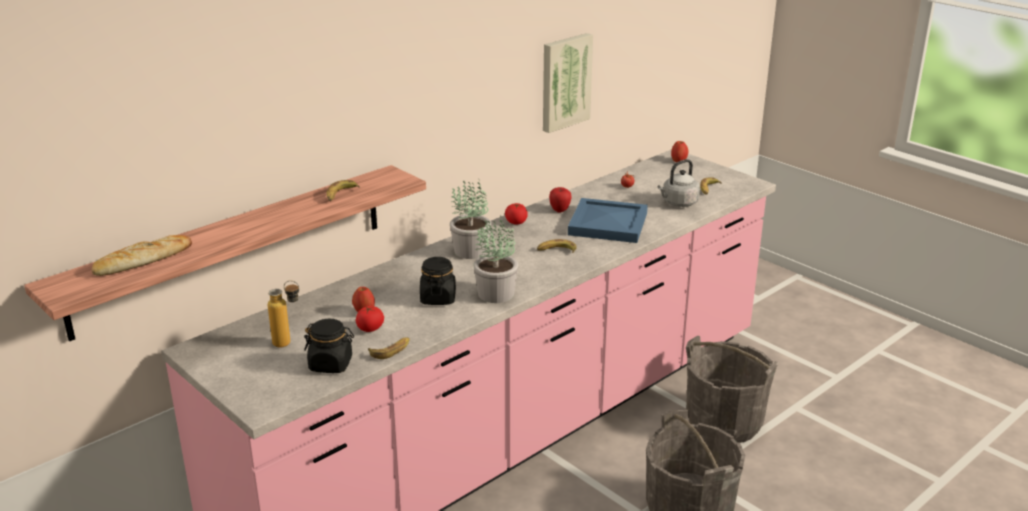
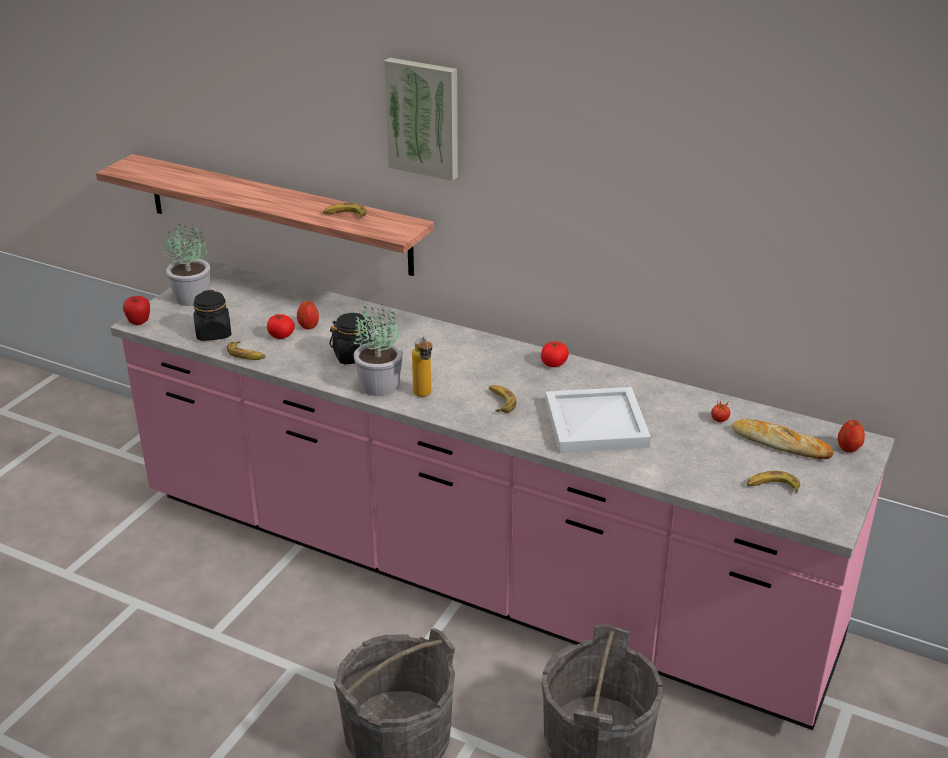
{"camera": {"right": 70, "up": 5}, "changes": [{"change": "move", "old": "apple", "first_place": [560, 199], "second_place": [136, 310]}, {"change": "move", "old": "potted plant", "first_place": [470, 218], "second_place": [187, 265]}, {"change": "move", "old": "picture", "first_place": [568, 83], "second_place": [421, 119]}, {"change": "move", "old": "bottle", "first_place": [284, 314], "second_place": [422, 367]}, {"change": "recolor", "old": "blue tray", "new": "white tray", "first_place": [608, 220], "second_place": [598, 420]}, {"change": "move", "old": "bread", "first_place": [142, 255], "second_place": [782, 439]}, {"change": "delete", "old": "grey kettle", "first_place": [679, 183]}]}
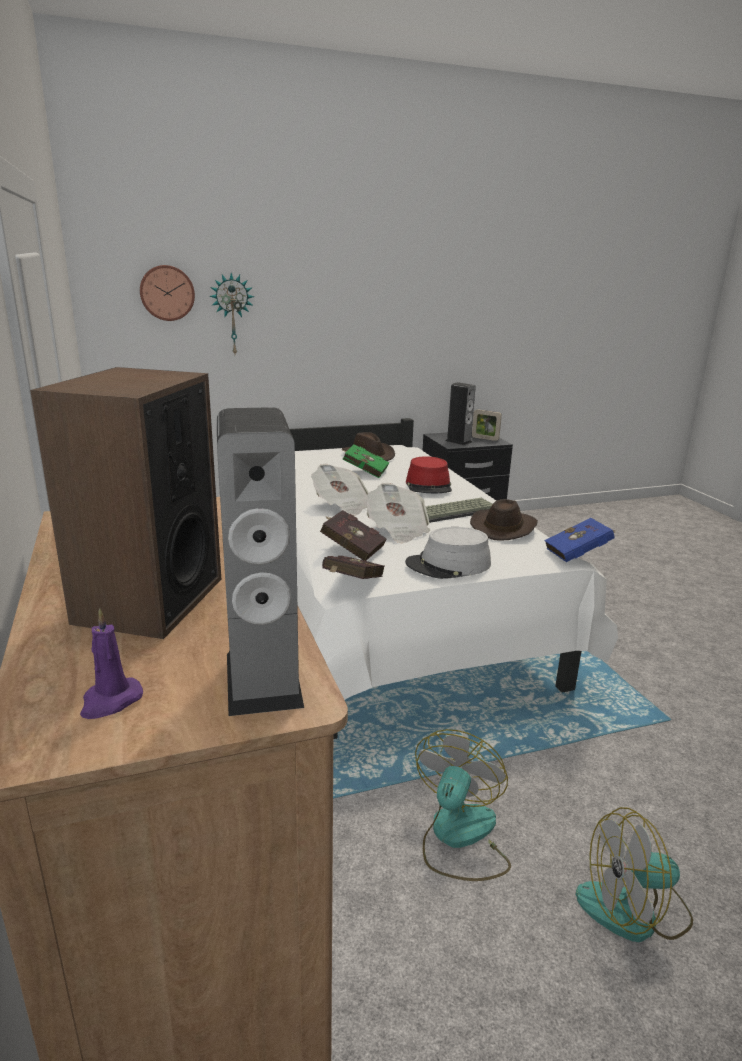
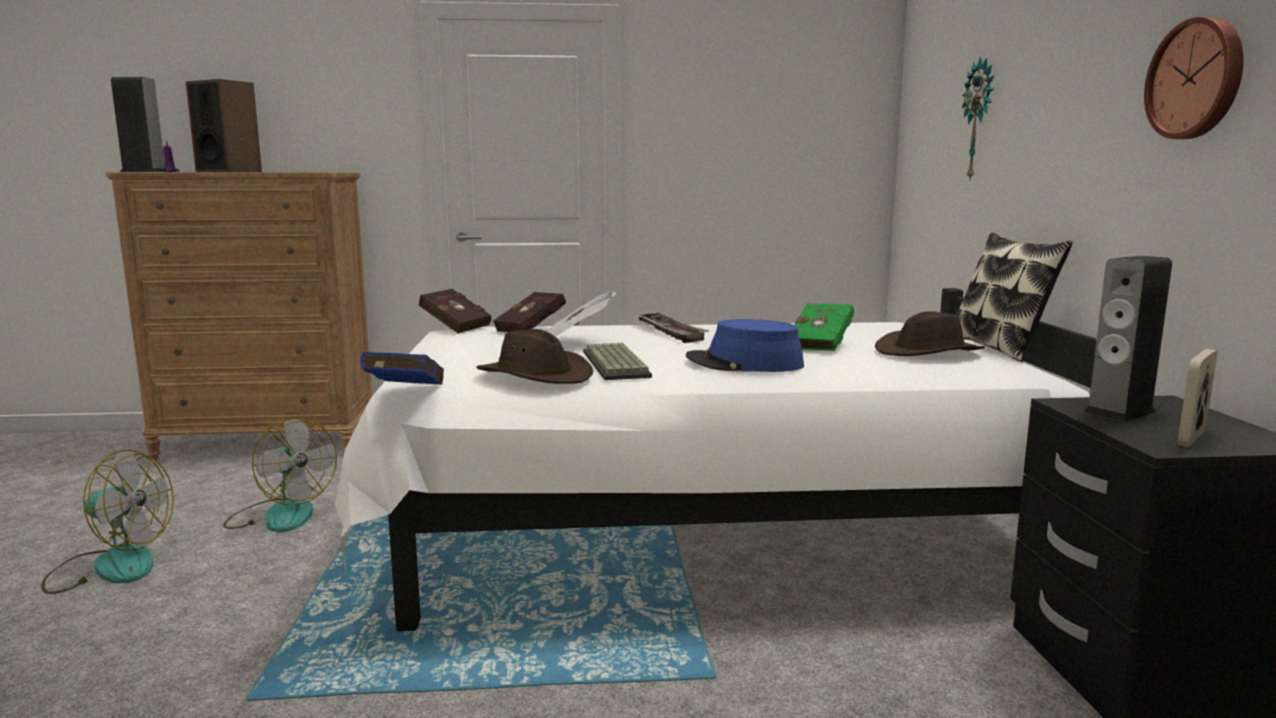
{"camera": {"right": 105, "up": -10}, "changes": [{"change": "rotate", "old": "fan", "first_place": [634, 874], "second_place": [107, 522], "degrees": 90}, {"change": "replace", "old": "newspaper", "new": "tray", "first_place": [340, 490], "second_place": [672, 327]}, {"change": "recolor", "old": "red hat", "new": "blue hat", "first_place": [429, 474], "second_place": [745, 345]}, {"change": "insert", "new": "pillow", "second_place": [1014, 297]}, {"change": "move", "old": "wall clock", "first_place": [167, 293], "second_place": [1194, 78]}, {"change": "delete", "old": "grey hat", "first_place": [448, 553]}]}
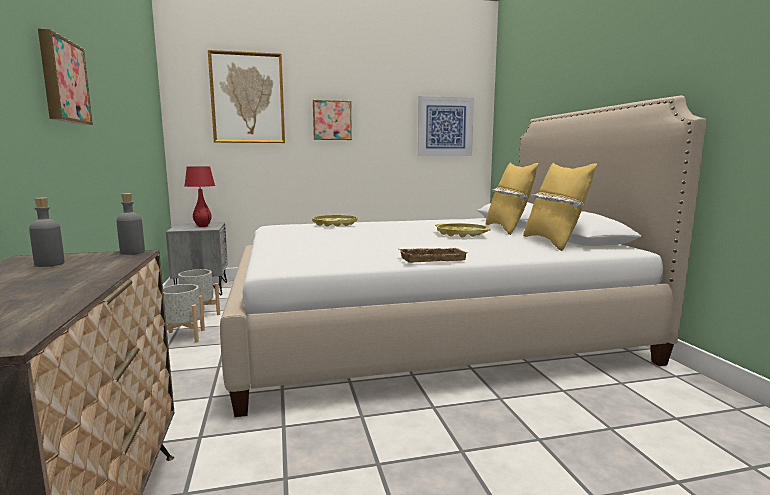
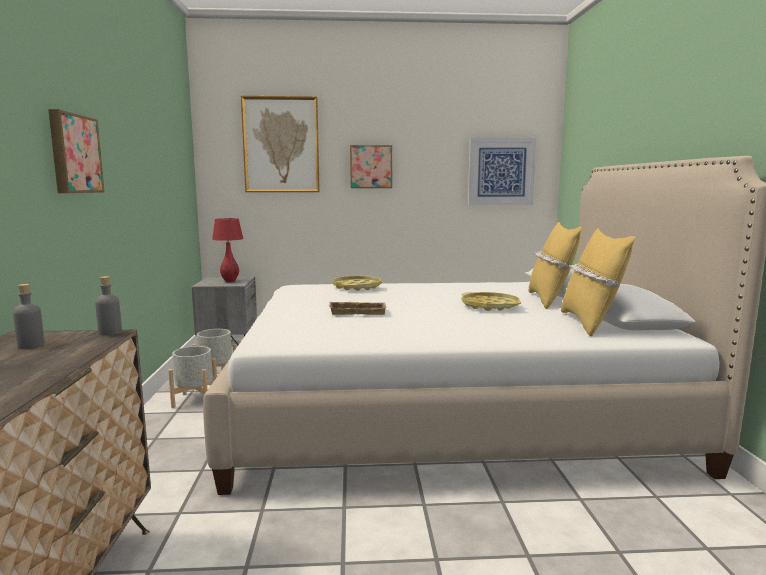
{"camera": {"right": 10, "up": 0}, "changes": [{"change": "move", "old": "beige tray", "first_place": [433, 255], "second_place": [358, 308]}]}
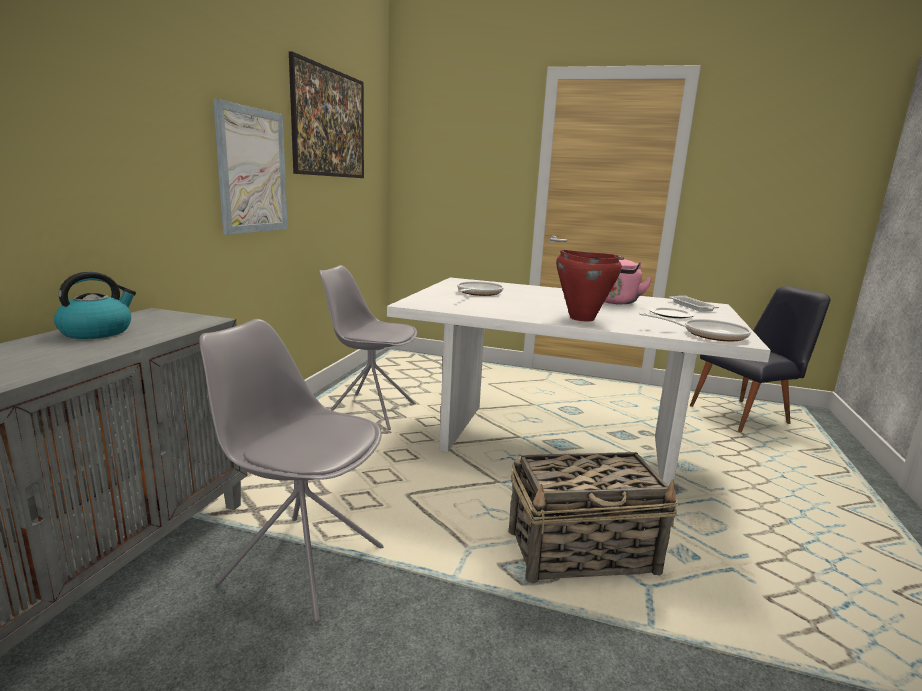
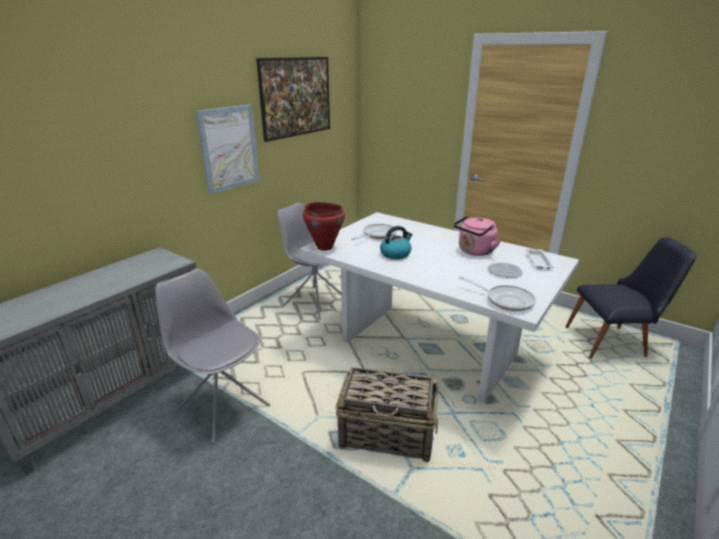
{"camera": {"right": 20, "up": 10}, "changes": [{"change": "move", "old": "red cooking pot", "first_place": [589, 285], "second_place": [324, 226]}, {"change": "move", "old": "kettle", "first_place": [95, 305], "second_place": [396, 243]}]}
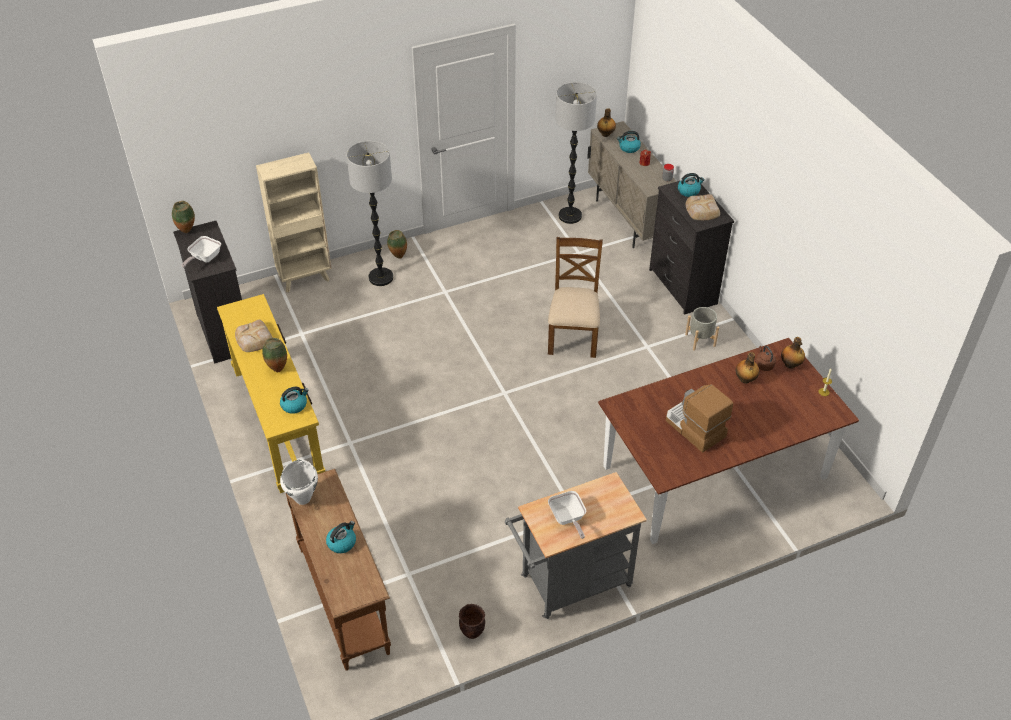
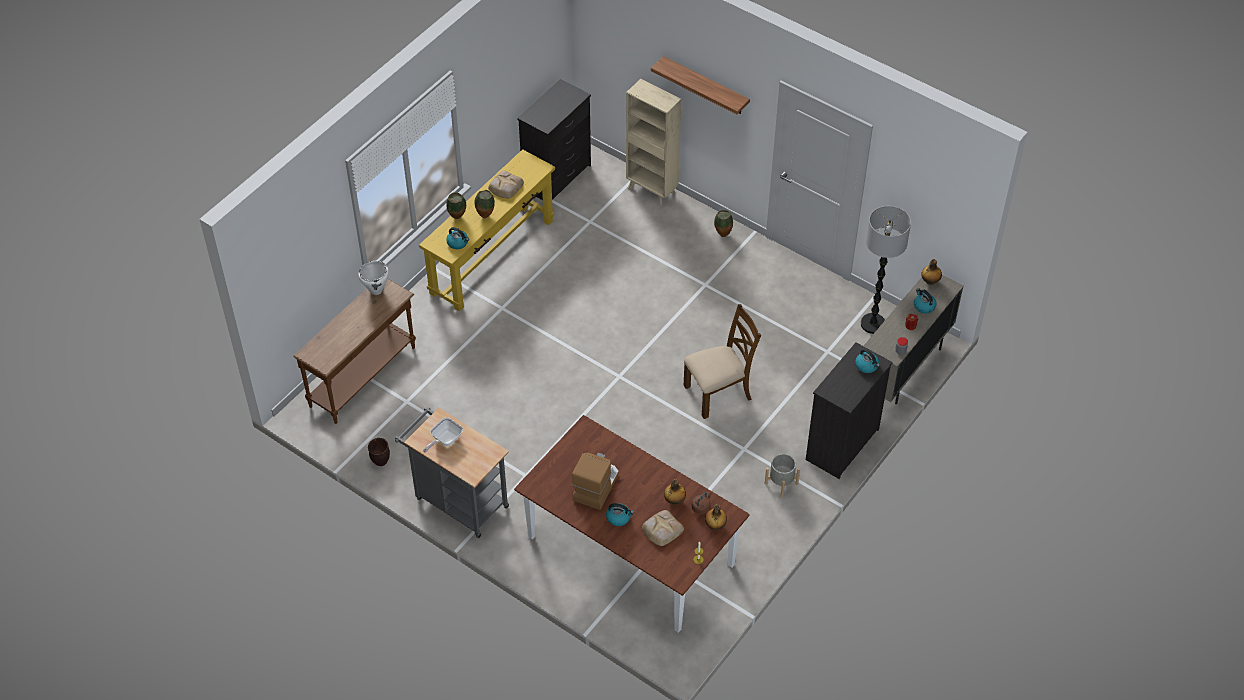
{"camera": {"right": 60, "up": 5}, "changes": [{"change": "move", "old": "vase", "first_place": [183, 217], "second_place": [456, 205]}, {"change": "move", "old": "kettle", "first_place": [341, 537], "second_place": [620, 514]}, {"change": "move", "old": "bread", "first_place": [703, 207], "second_place": [663, 528]}, {"change": "insert", "new": "shelf", "second_place": [700, 85]}, {"change": "delete", "old": "frying pan", "first_place": [201, 251]}, {"change": "delete", "old": "floor lamp", "first_place": [369, 213]}]}
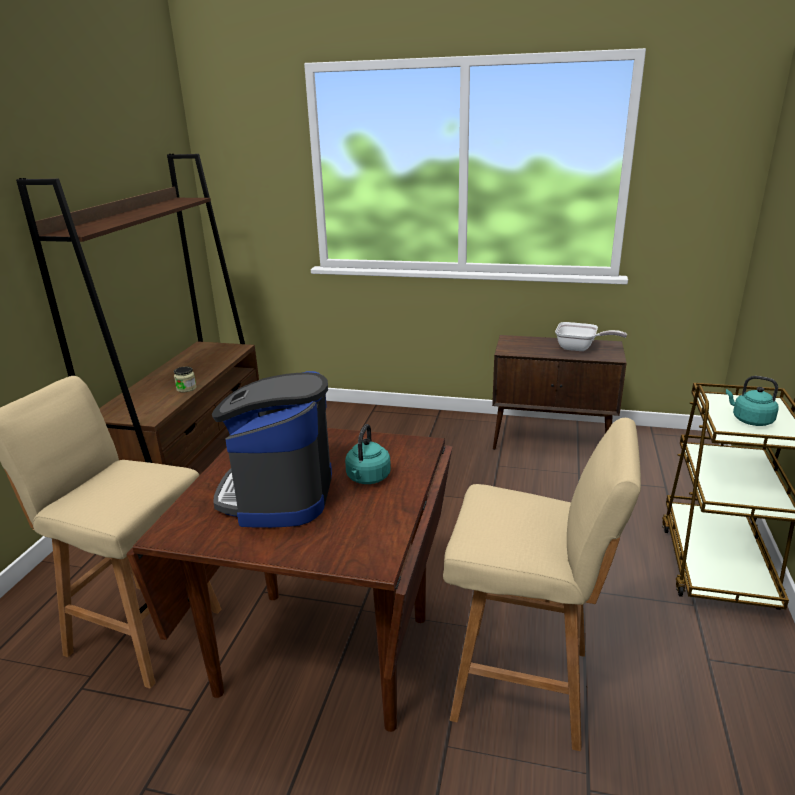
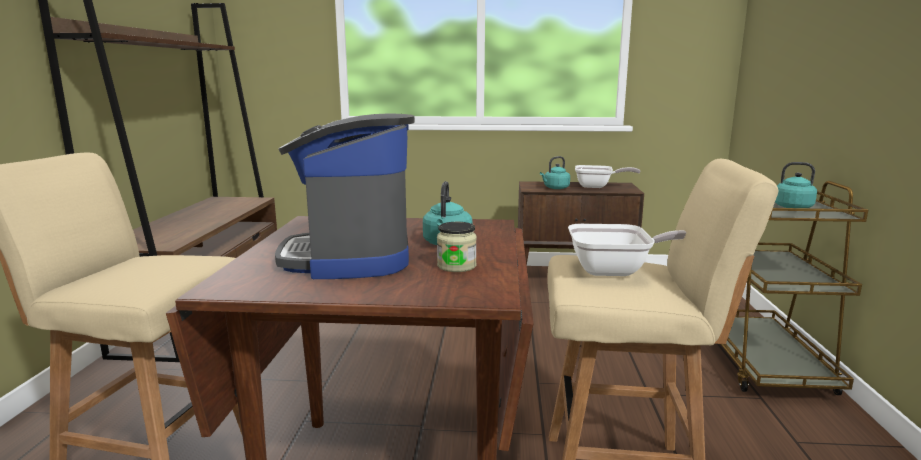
{"camera": {"right": -10, "up": -10}, "changes": [{"change": "move", "old": "jar", "first_place": [185, 379], "second_place": [457, 247]}, {"change": "insert", "new": "turquoise kettle", "second_place": [555, 172]}, {"change": "insert", "new": "frying pan", "second_place": [627, 250]}]}
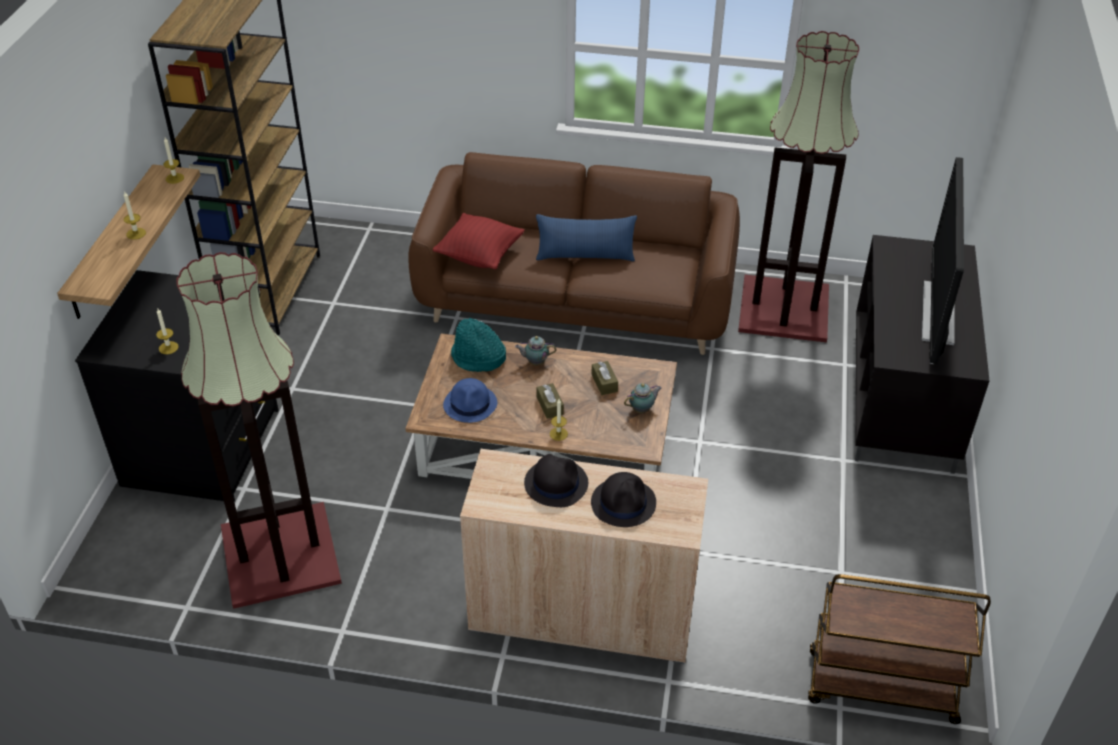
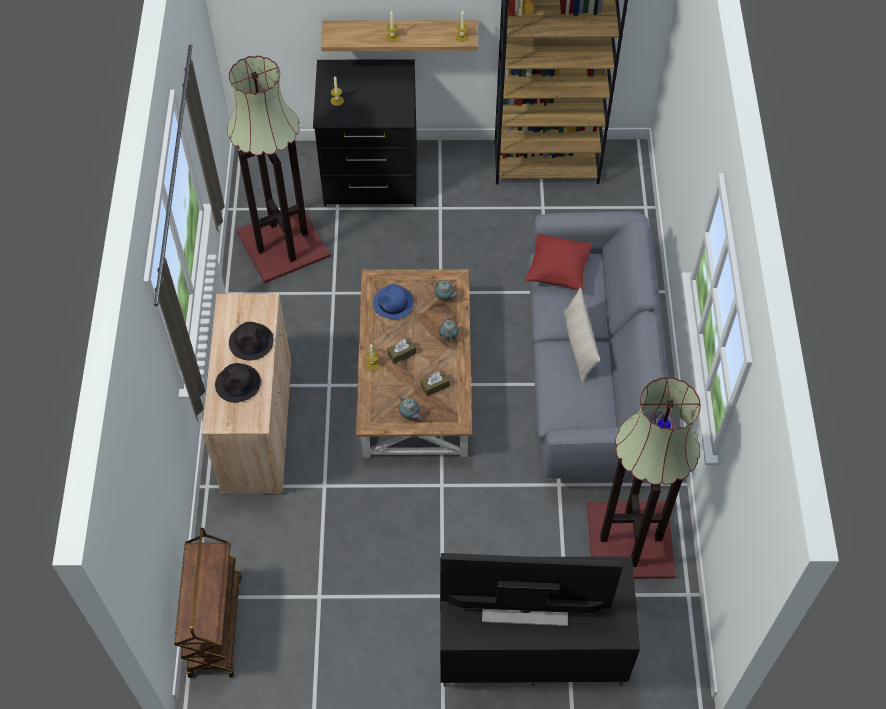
{"camera": {"right": 80, "up": 15}, "changes": [{"change": "replace", "old": "turquoise hat", "new": "teapot", "first_place": [478, 345], "second_place": [445, 290]}, {"change": "recolor", "old": "brown sofa", "new": "grey sofa", "first_place": [574, 253], "second_place": [601, 346]}, {"change": "recolor", "old": "blue pillow", "new": "beige pillow", "first_place": [586, 237], "second_place": [581, 335]}]}
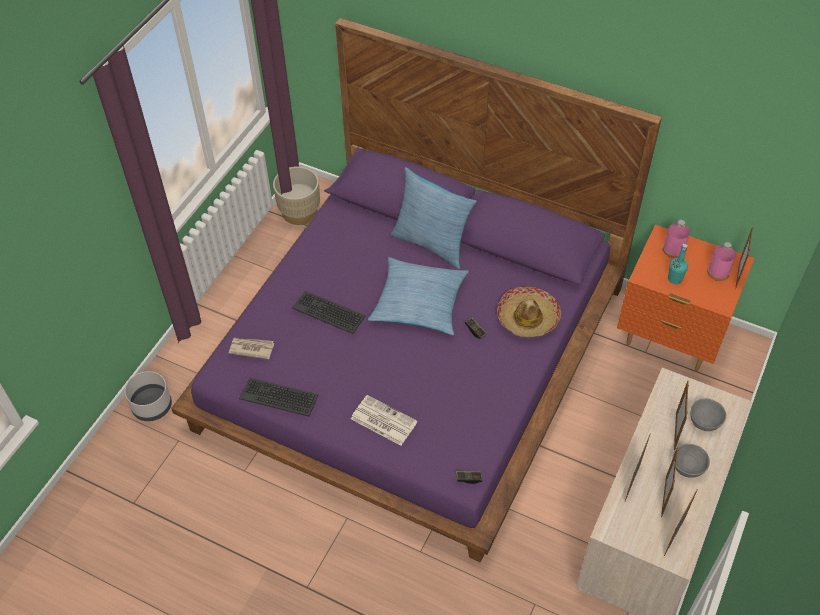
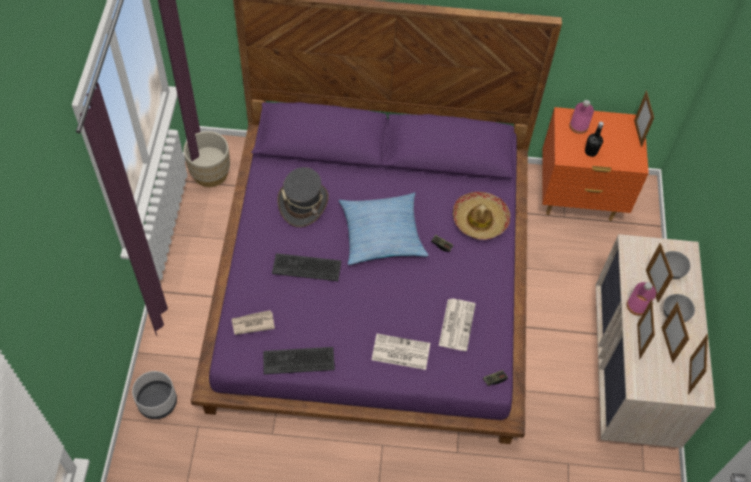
{"camera": {"right": -25, "up": 5}, "changes": [{"change": "insert", "new": "grey hat", "second_place": [303, 197]}, {"change": "insert", "new": "newspaper", "second_place": [457, 325]}, {"change": "recolor", "old": "turquoise bottle", "new": "black bottle", "first_place": [678, 264], "second_place": [594, 139]}, {"change": "move", "old": "pink bottle", "first_place": [721, 261], "second_place": [641, 299]}, {"change": "delete", "old": "pillow", "first_place": [434, 218]}]}
